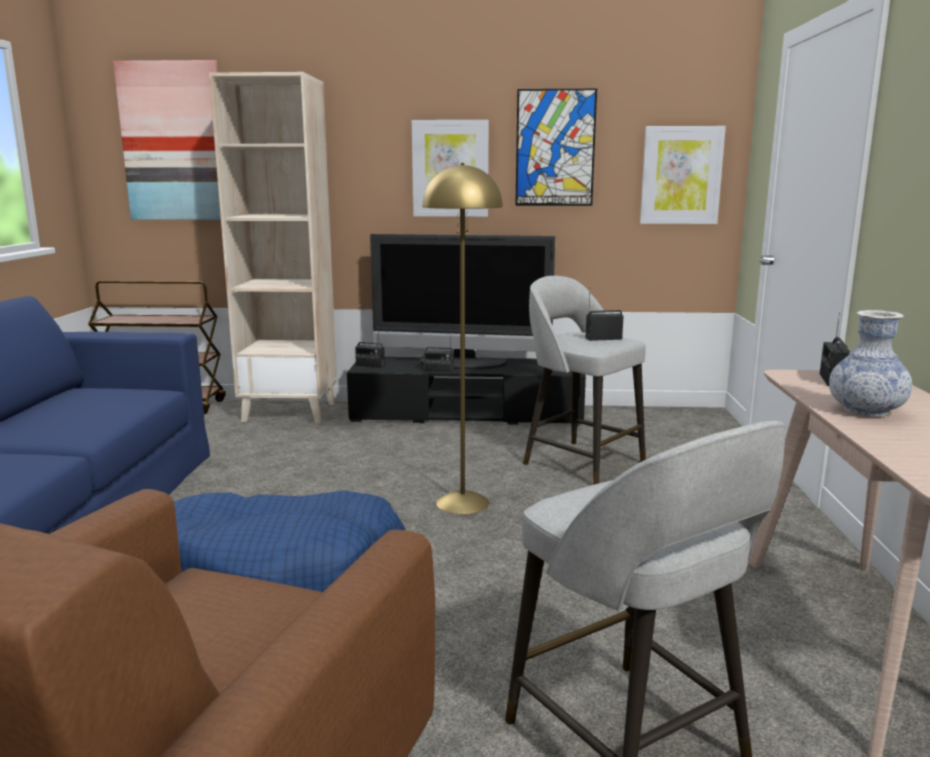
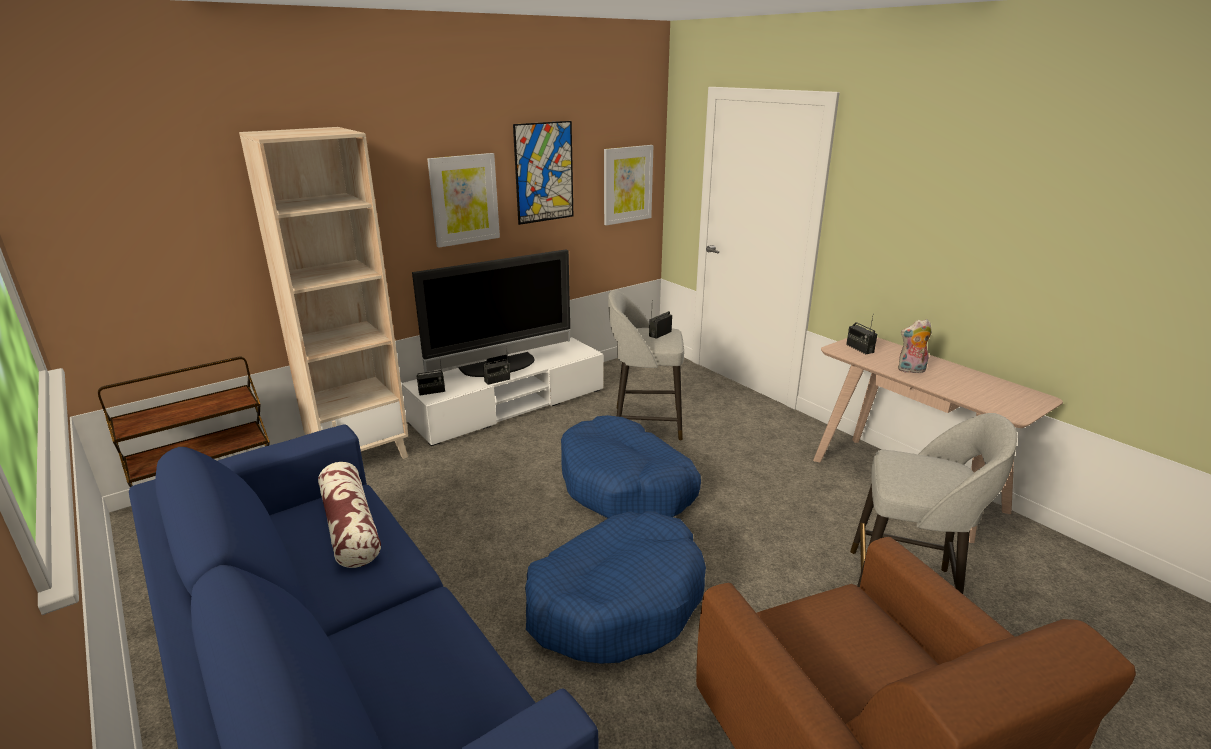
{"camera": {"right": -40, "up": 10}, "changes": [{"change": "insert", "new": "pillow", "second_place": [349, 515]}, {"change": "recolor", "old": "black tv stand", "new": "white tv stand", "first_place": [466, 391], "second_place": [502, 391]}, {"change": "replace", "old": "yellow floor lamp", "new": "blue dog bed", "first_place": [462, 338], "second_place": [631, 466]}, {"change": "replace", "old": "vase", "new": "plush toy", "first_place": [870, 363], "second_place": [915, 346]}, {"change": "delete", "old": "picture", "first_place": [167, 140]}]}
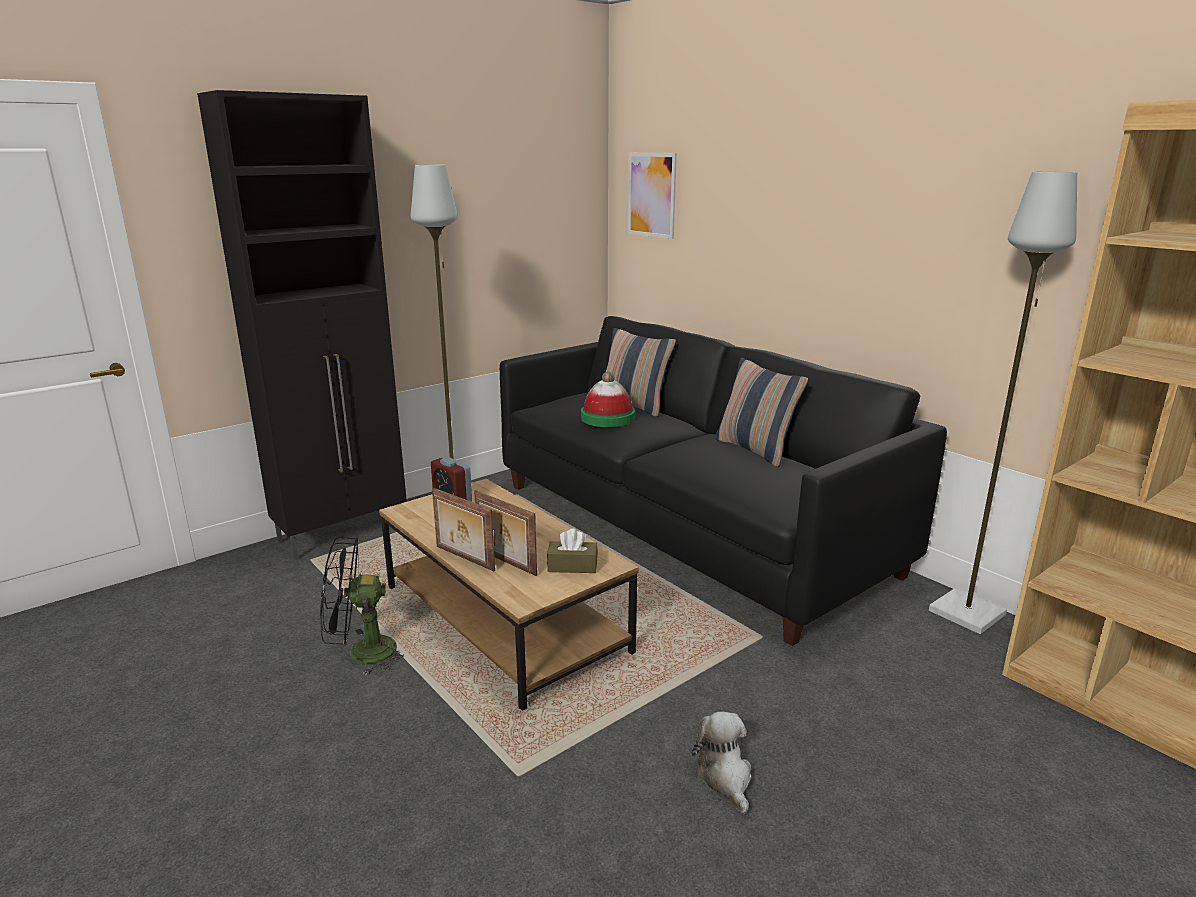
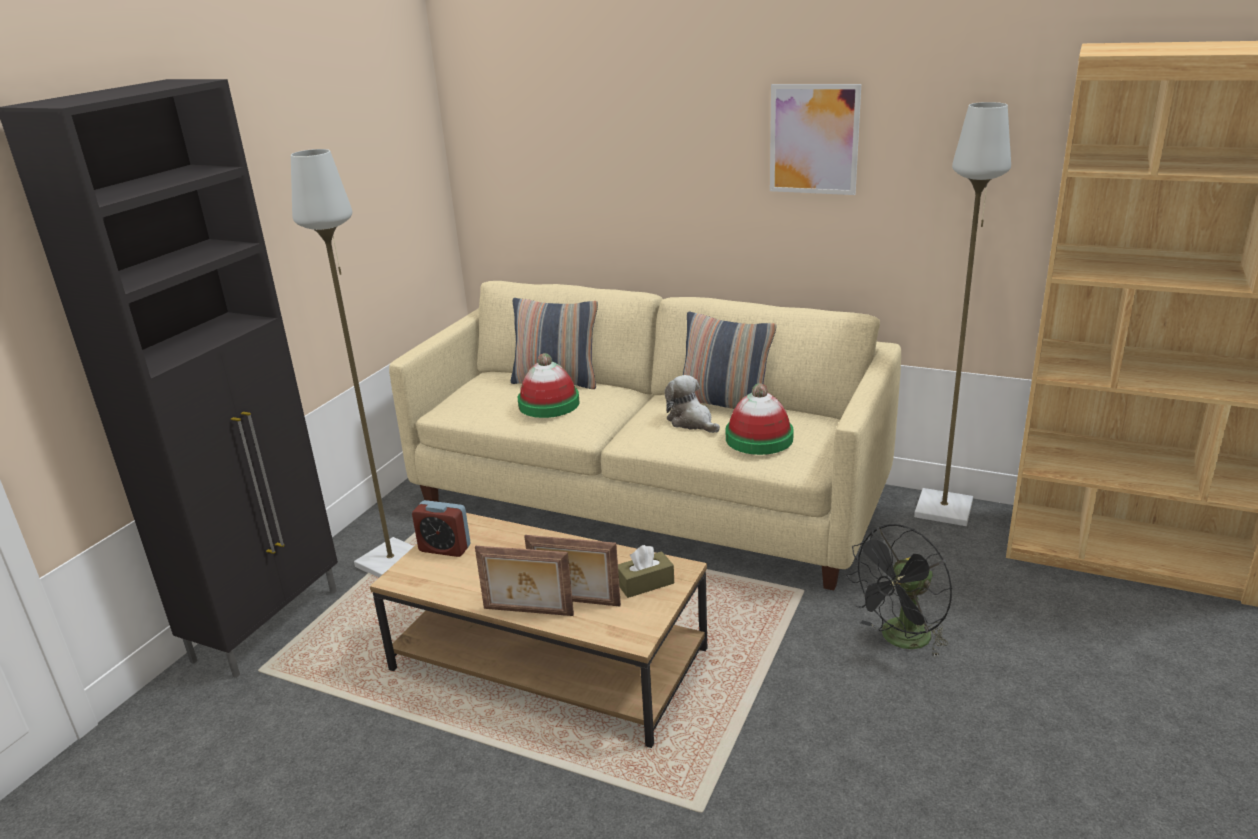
{"camera": {"right": -25, "up": 5}, "changes": [{"change": "recolor", "old": "black sofa", "new": "beige sofa", "first_place": [723, 481], "second_place": [645, 435]}, {"change": "move", "old": "plush toy", "first_place": [721, 762], "second_place": [692, 404]}, {"change": "insert", "new": "hat", "second_place": [760, 419]}, {"change": "move", "old": "picture", "first_place": [652, 196], "second_place": [815, 139]}, {"change": "move", "old": "black fan", "first_place": [362, 606], "second_place": [899, 590]}]}
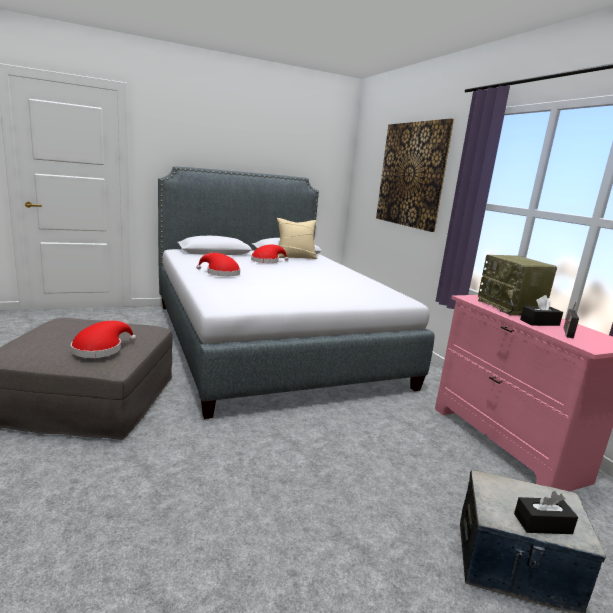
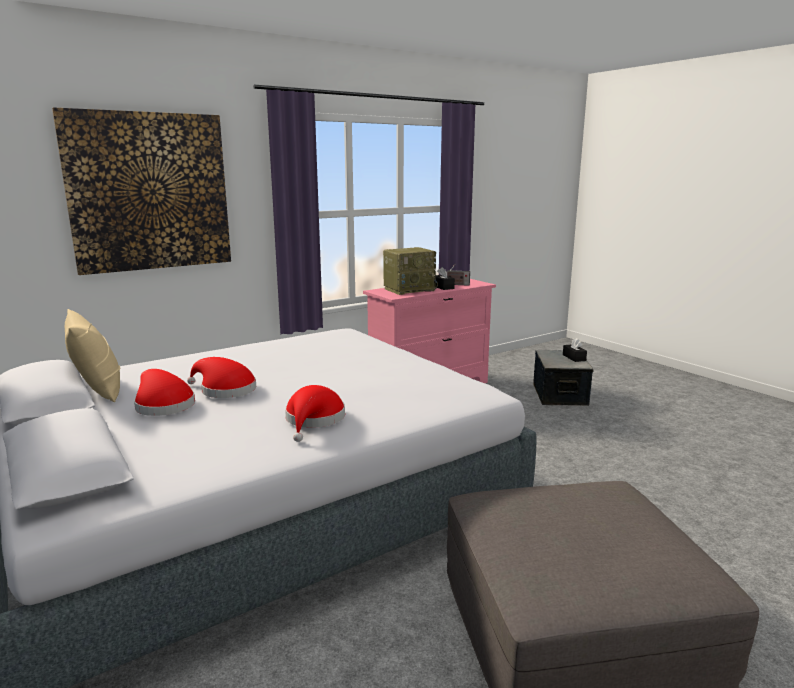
{"camera": {"right": -100, "up": 0}, "changes": [{"change": "move", "old": "red hat", "first_place": [103, 339], "second_place": [221, 377]}]}
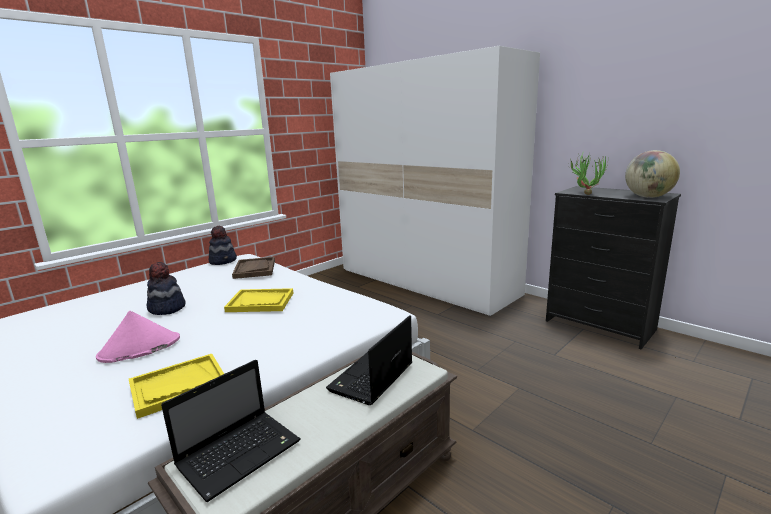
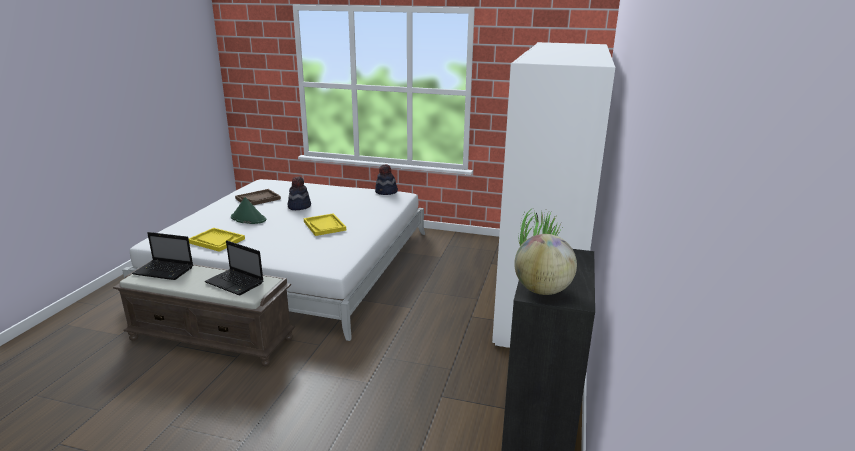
{"camera": {"right": 60, "up": 5}, "changes": [{"change": "rotate", "old": "laptop", "first_place": [369, 360], "second_place": [234, 268], "degrees": -150}, {"change": "recolor", "old": "pink hat", "new": "green hat", "first_place": [138, 337], "second_place": [248, 210]}, {"change": "move", "old": "brown tray", "first_place": [253, 268], "second_place": [258, 197]}]}
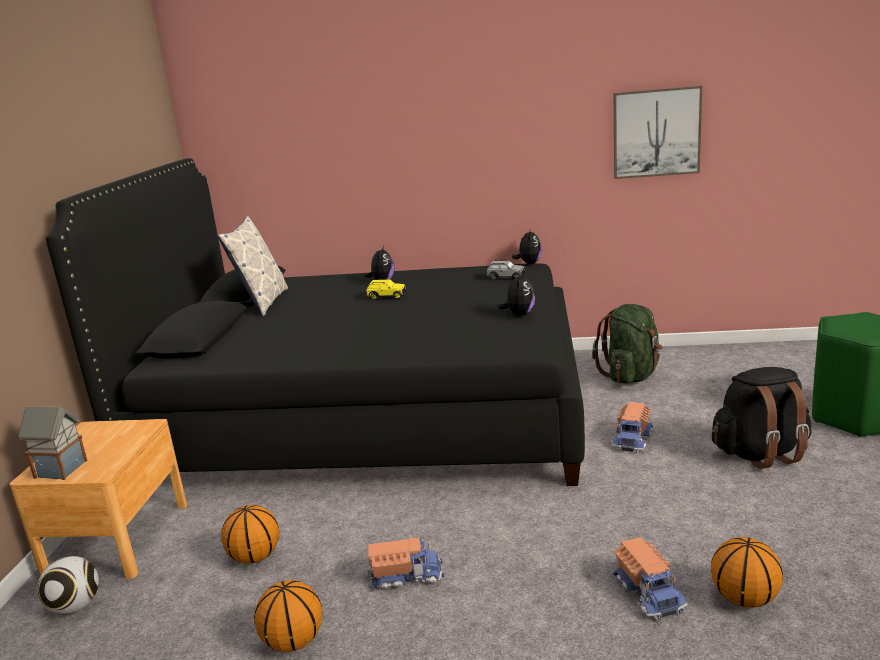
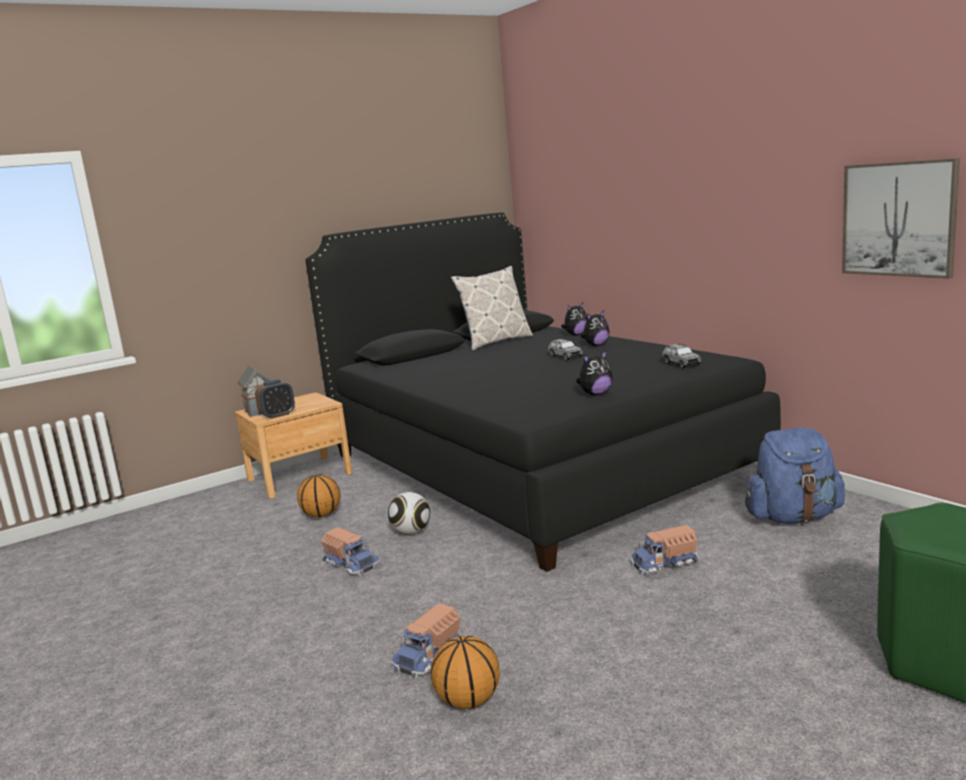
{"camera": {"right": 50, "up": -5}, "changes": [{"change": "insert", "new": "alarm clock", "second_place": [275, 399]}, {"change": "move", "old": "football", "first_place": [68, 585], "second_place": [409, 513]}, {"change": "recolor", "old": "yellow toy car", "new": "grey toy car", "first_place": [386, 289], "second_place": [565, 350]}, {"change": "move", "old": "plush toy", "first_place": [527, 246], "second_place": [574, 319]}, {"change": "recolor", "old": "green backpack", "new": "blue backpack", "first_place": [627, 344], "second_place": [795, 476]}, {"change": "delete", "old": "basketball", "first_place": [288, 616]}, {"change": "delete", "old": "black backpack", "first_place": [762, 418]}]}
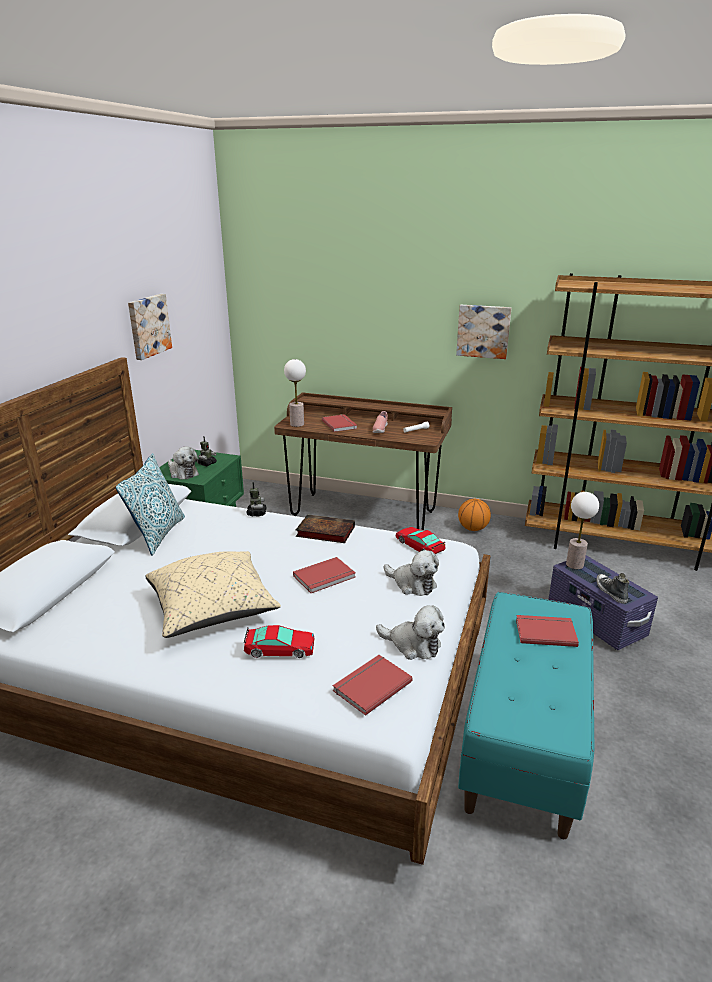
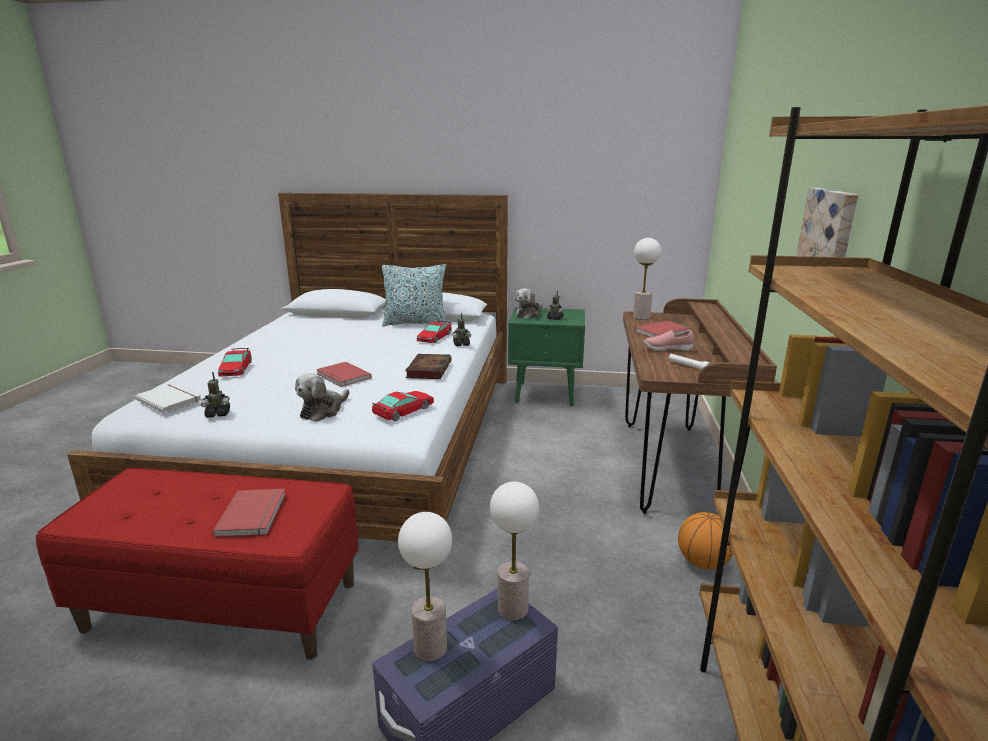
{"camera": {"right": 80, "up": -5}, "changes": [{"change": "recolor", "old": "turquoise bench", "new": "red bench", "first_place": [526, 715], "second_place": [197, 564]}, {"change": "recolor", "old": "red book", "new": "white book", "first_place": [373, 685], "second_place": [168, 398]}, {"change": "replace", "old": "plush toy", "new": "toy robot", "first_place": [410, 632], "second_place": [215, 395]}, {"change": "replace", "old": "shoe", "new": "table lamp", "first_place": [613, 588], "second_place": [425, 586]}, {"change": "insert", "new": "toy car", "second_place": [434, 332]}, {"change": "delete", "old": "picture", "first_place": [150, 327]}, {"change": "delete", "old": "beige pillow", "first_place": [213, 594]}]}
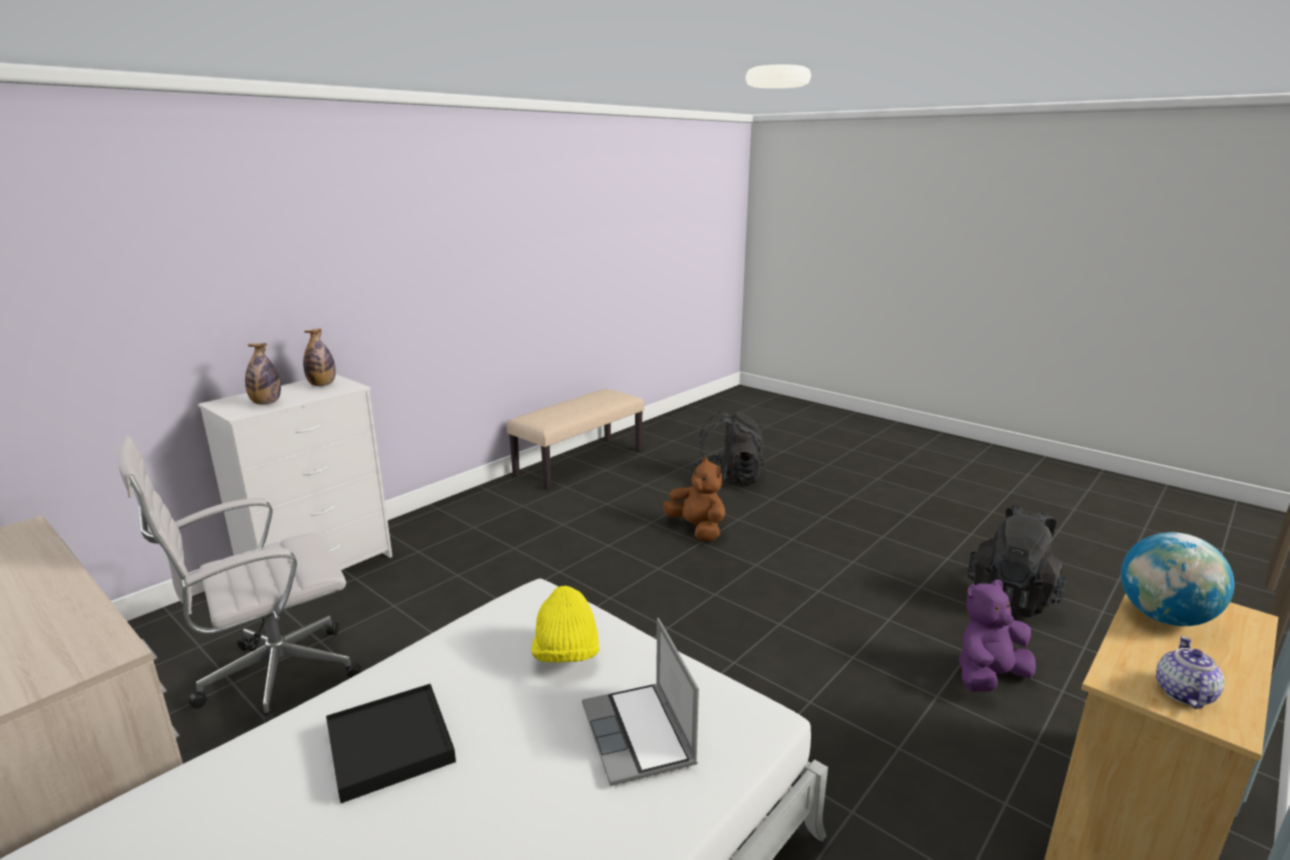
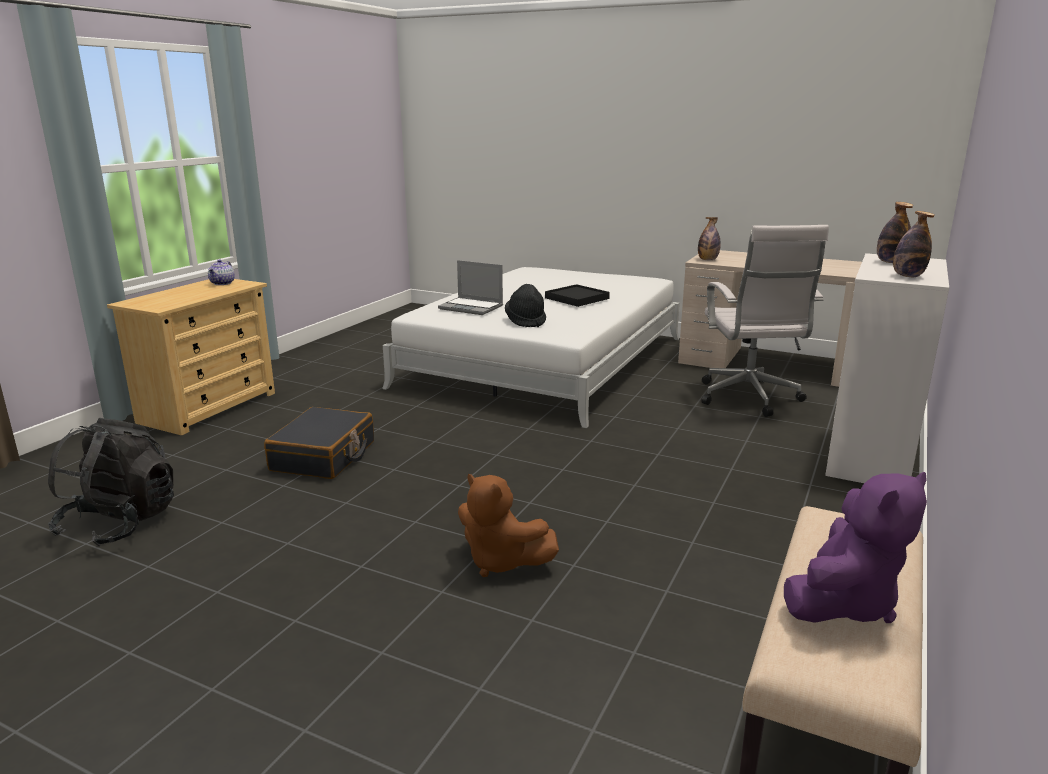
{"camera": {"right": 165, "up": 0}, "changes": [{"change": "insert", "new": "black suitcase", "second_place": [319, 443]}, {"change": "rotate", "old": "laptop", "first_place": [640, 702], "second_place": [470, 287], "degrees": 150}, {"change": "recolor", "old": "yellow hat", "new": "black hat", "first_place": [565, 624], "second_place": [525, 305]}, {"change": "insert", "new": "bottle", "second_place": [709, 238]}, {"change": "rotate", "old": "white office chair", "first_place": [239, 579], "second_place": [765, 321], "degrees": 135}, {"change": "move", "old": "purple plush toy", "first_place": [997, 635], "second_place": [855, 547]}, {"change": "delete", "old": "black backpack", "first_place": [729, 448]}, {"change": "delete", "old": "globe", "first_place": [1177, 579]}]}
